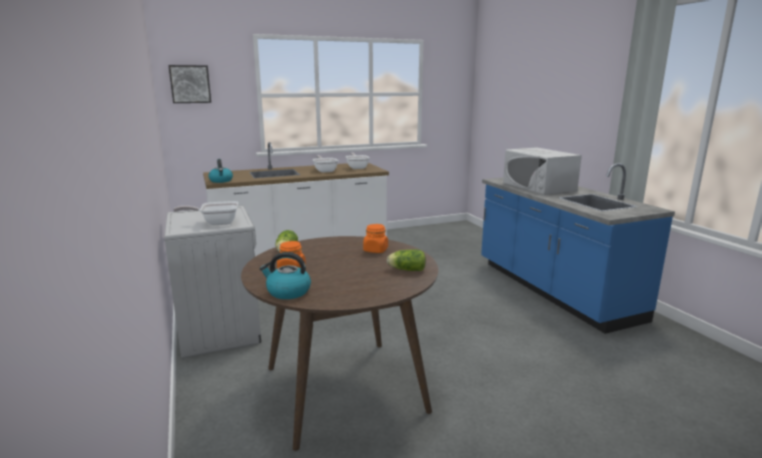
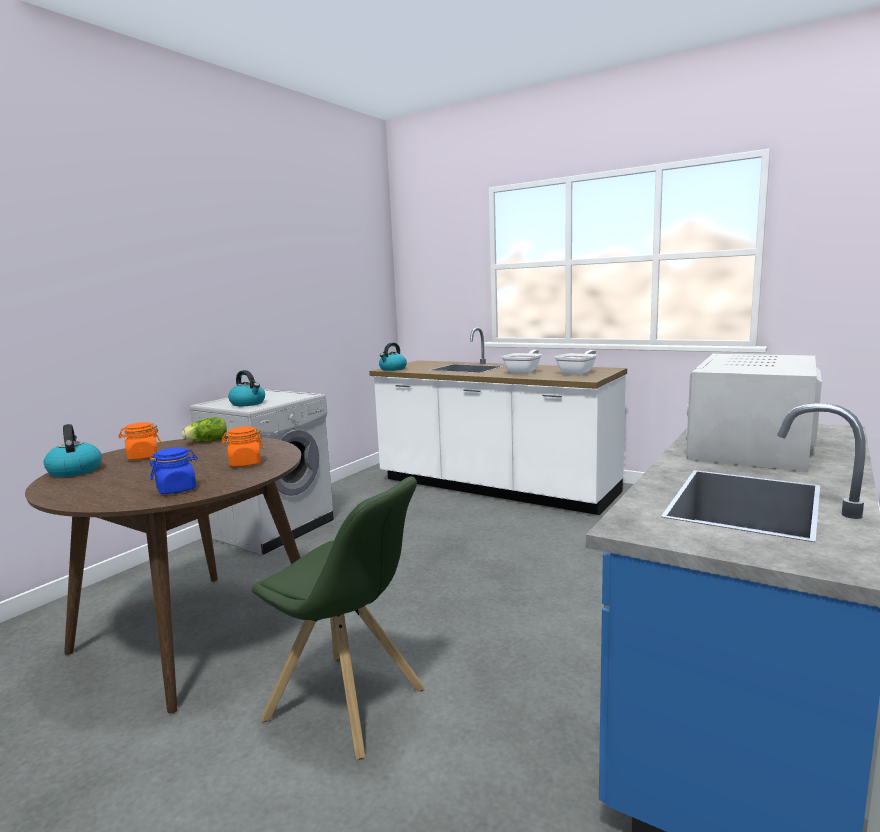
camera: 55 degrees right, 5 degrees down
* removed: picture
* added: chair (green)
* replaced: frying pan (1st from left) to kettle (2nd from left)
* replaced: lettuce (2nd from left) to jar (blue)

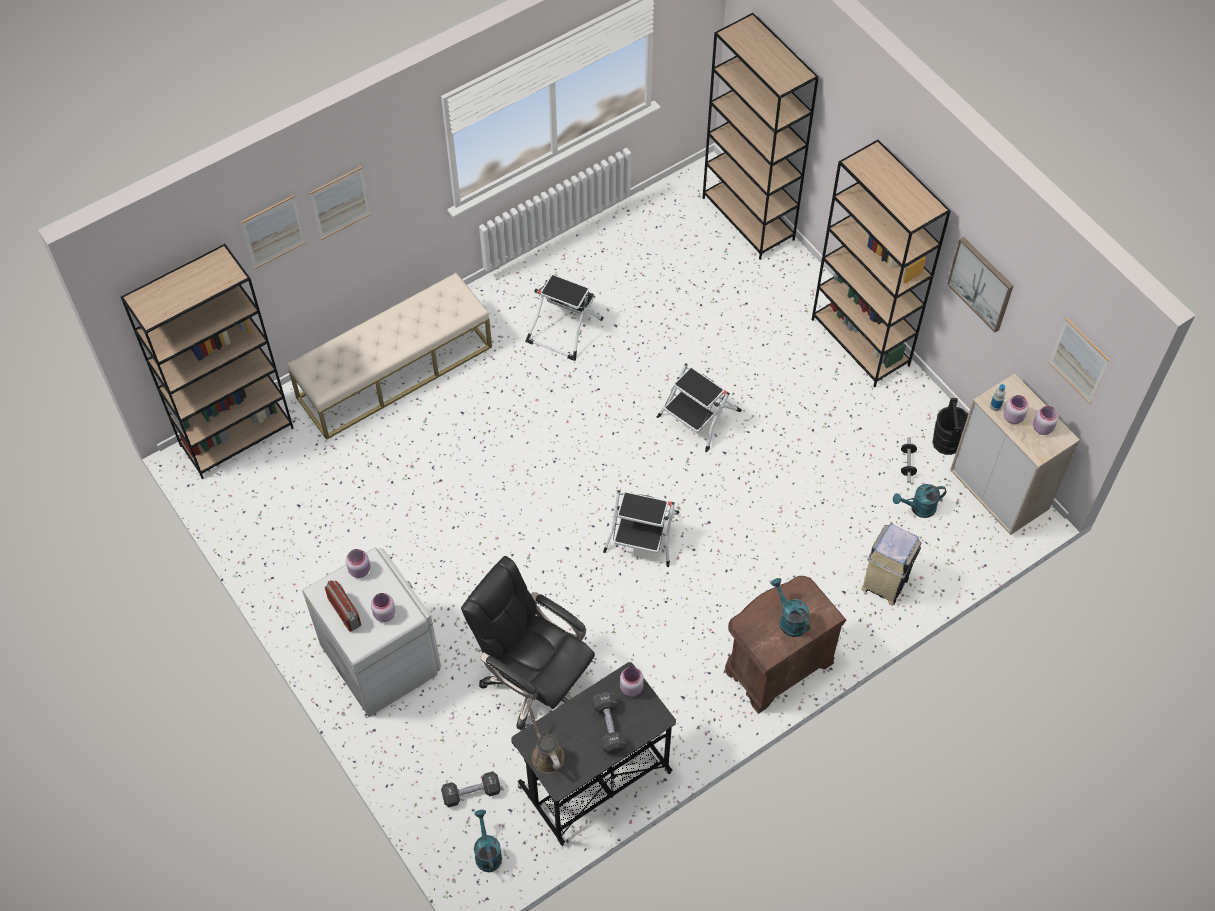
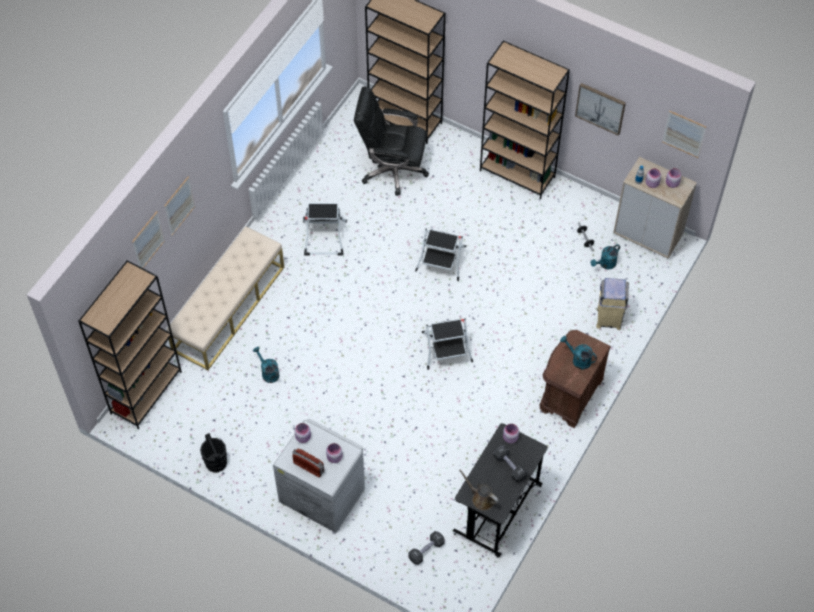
camera: 25 degrees left, 0 degrees up
* moved: office chair (black)
* moved: watering can (turquoise) (1st from left)
* moved: bucket (black)

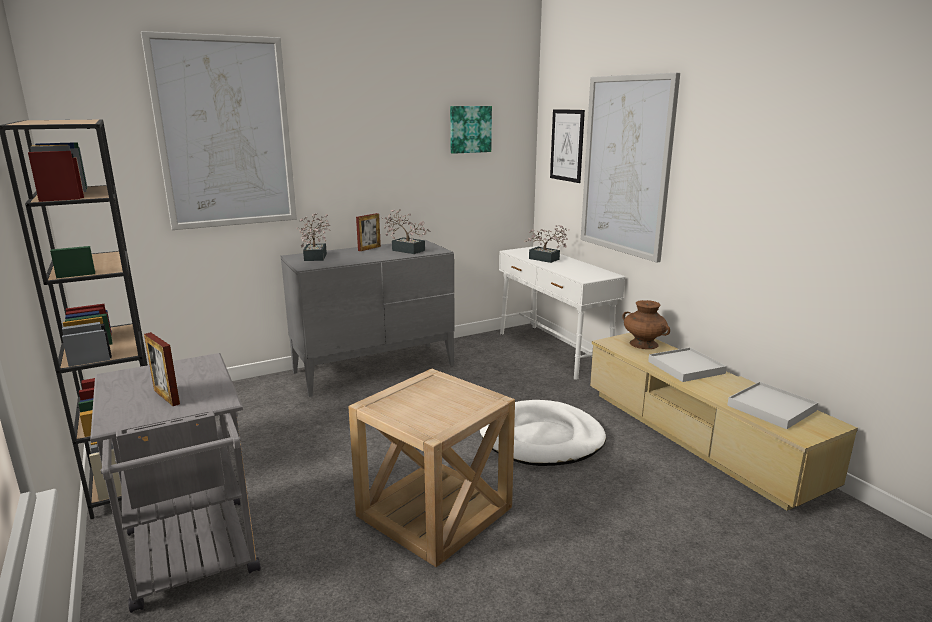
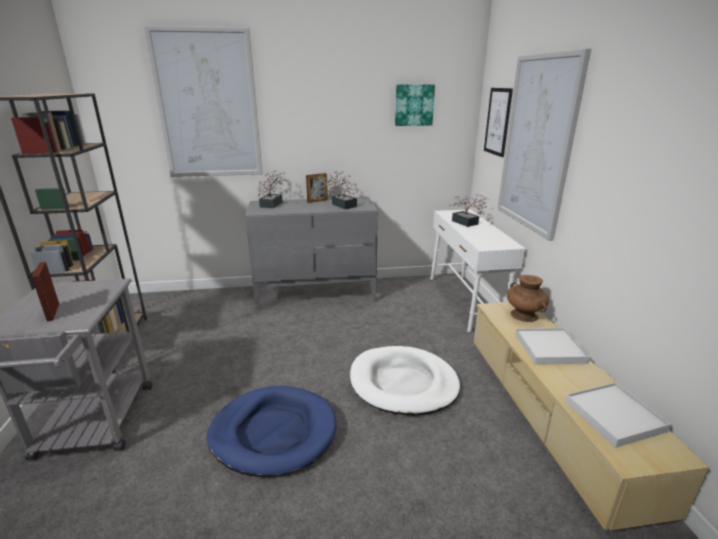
camera: 20 degrees right, 5 degrees up
* replaced: side table (beige) to dog bed (blue)

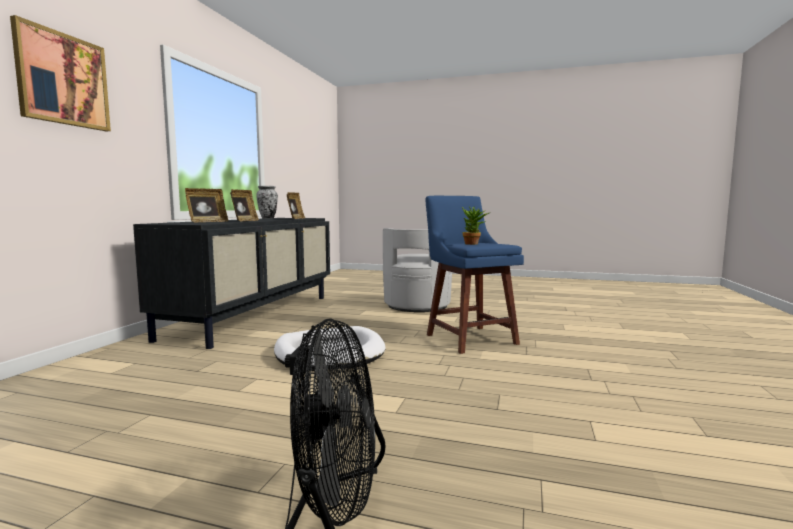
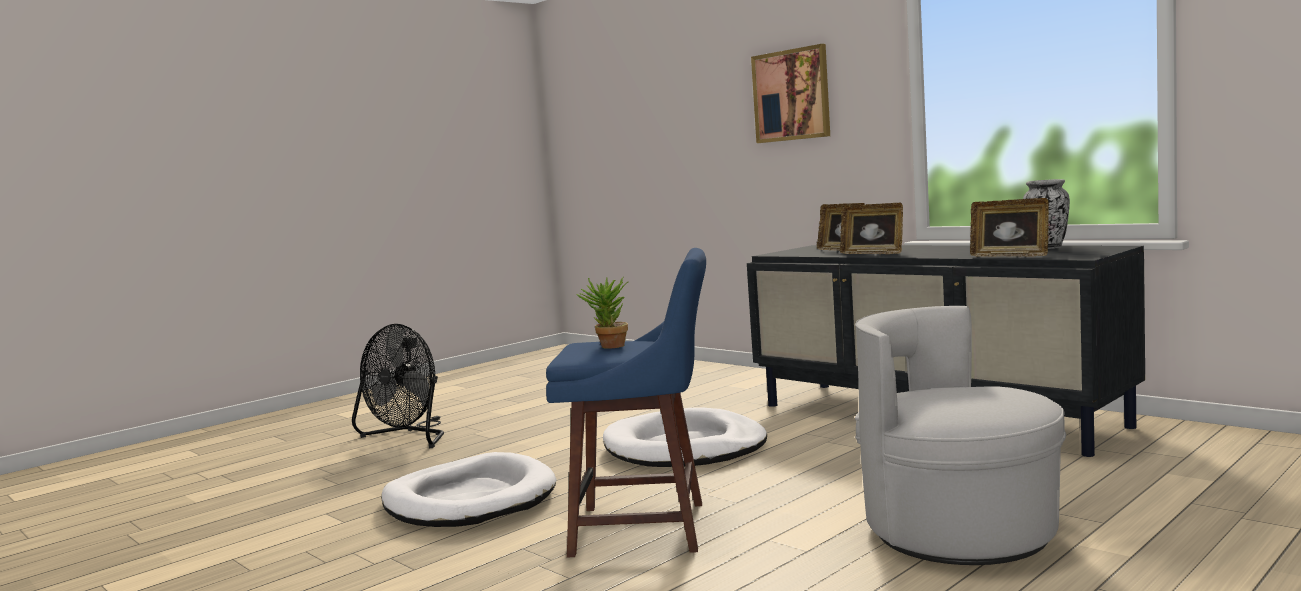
camera: 120 degrees right, 0 degrees up
* added: dog bed (white) (1st from left)

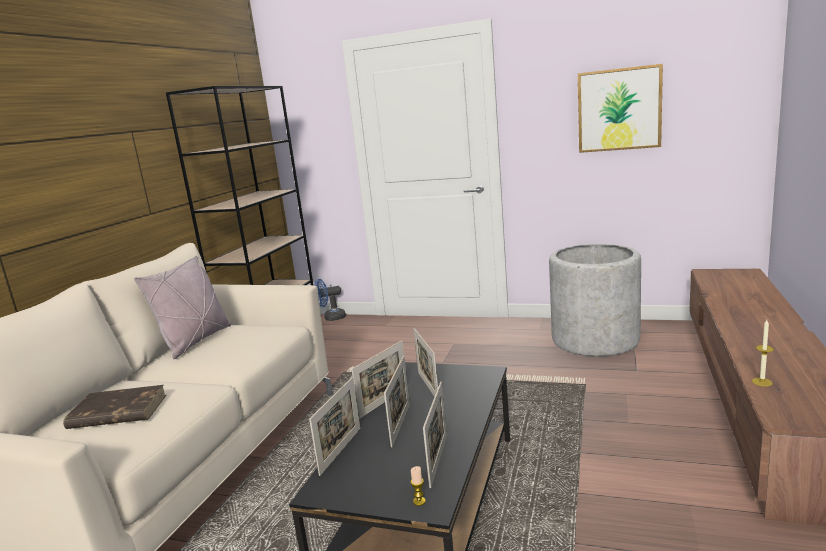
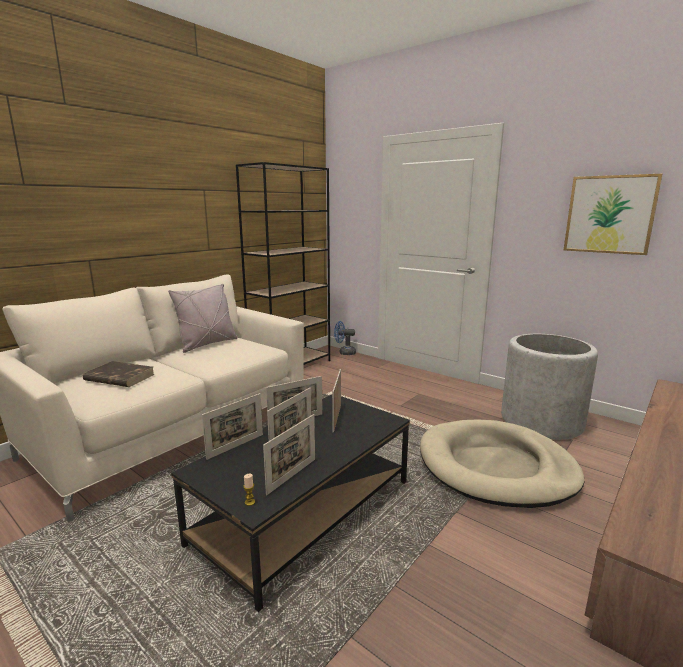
camera: 20 degrees right, 0 degrees up
* removed: candle (2nd from left)
* added: dog bed (beige)

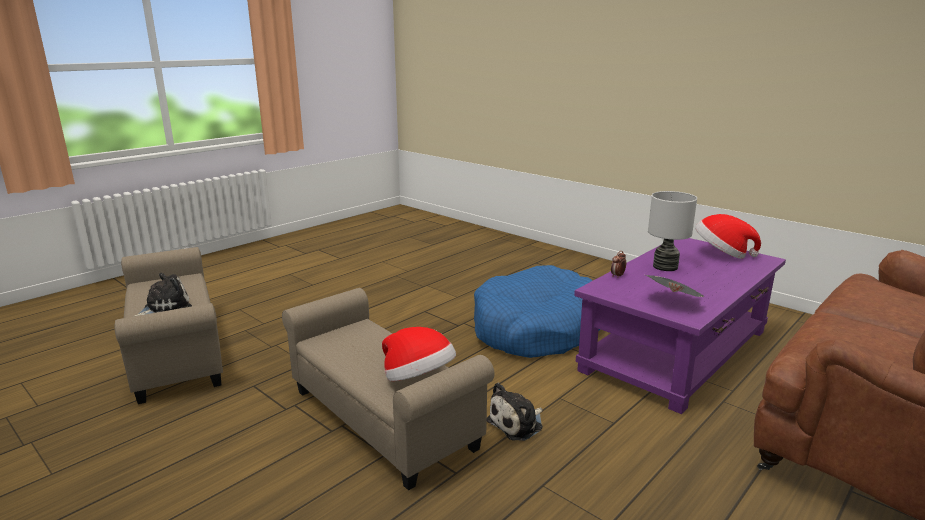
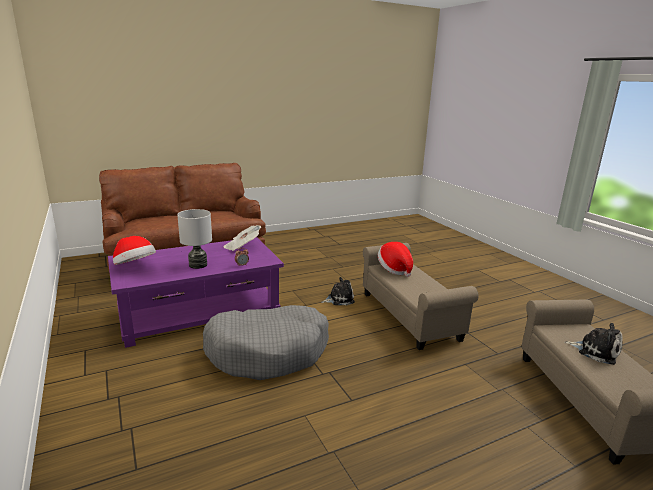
camera: 160 degrees left, 0 degrees up
* recoloured: dog bed (blue) to dog bed (grey)
* turned: plush toy (1st from left in the first image) 120 degrees counterclockwise

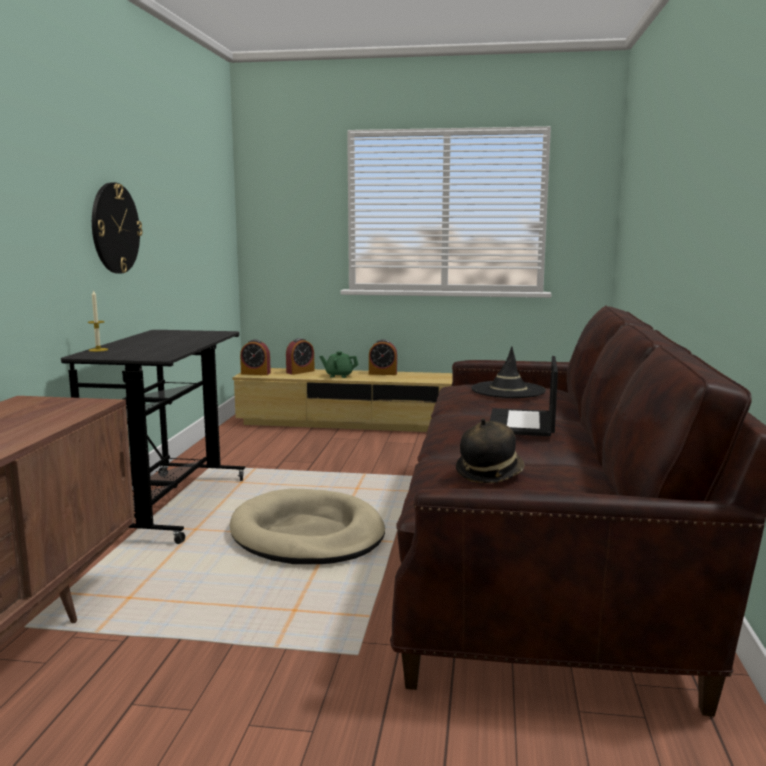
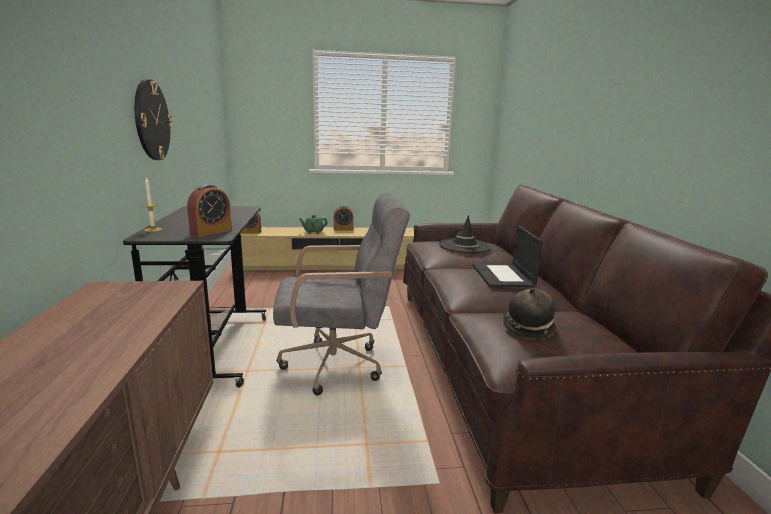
camera: 15 degrees left, 5 degrees up
* moved: alarm clock (2nd from left in the first image) to alarm clock (1st from left)
* replaced: dog bed (beige) to office chair (grey)

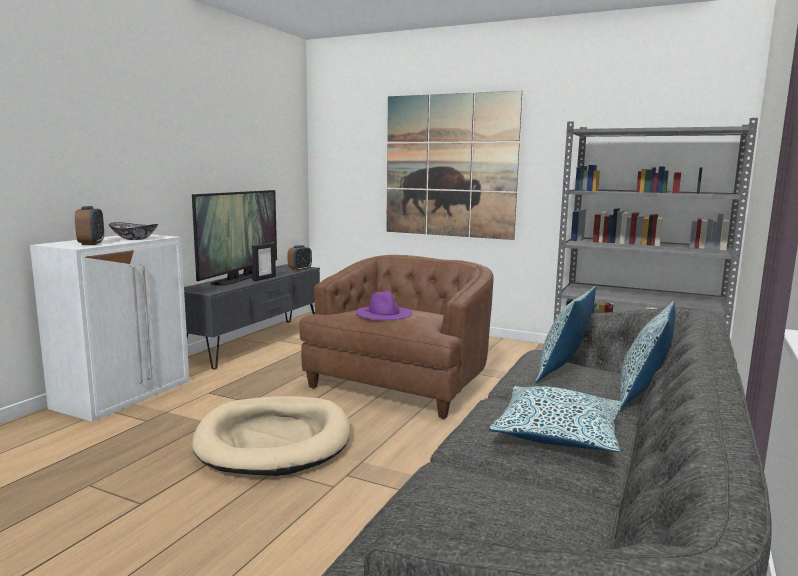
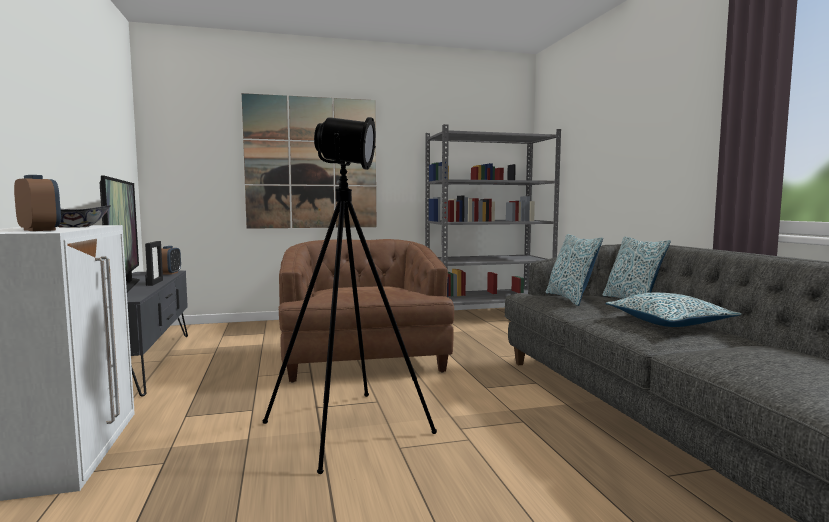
camera: 40 degrees left, 5 degrees down
* removed: hat (purple)
* replaced: dog bed (beige) to floor lamp (black)

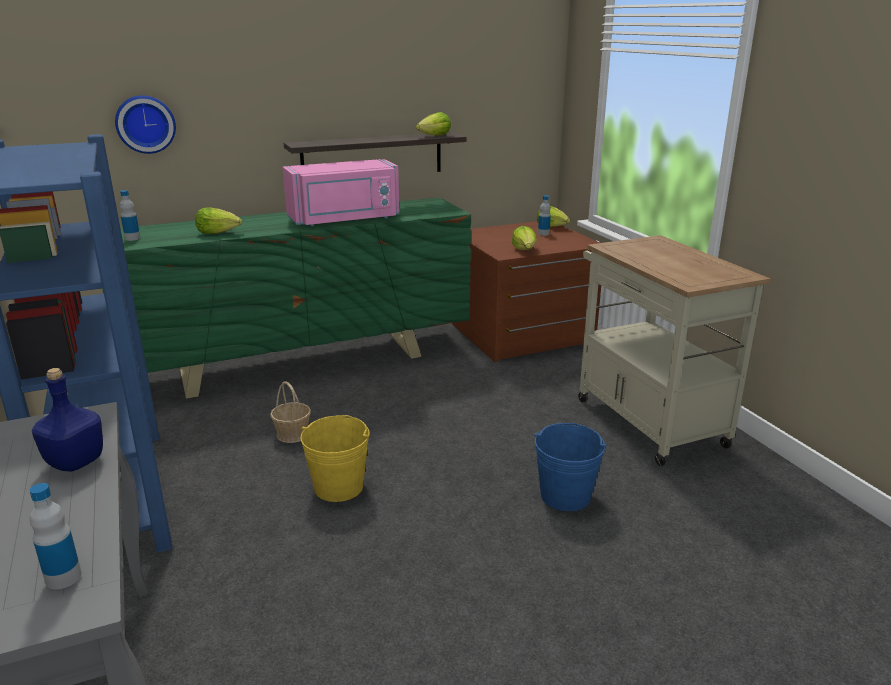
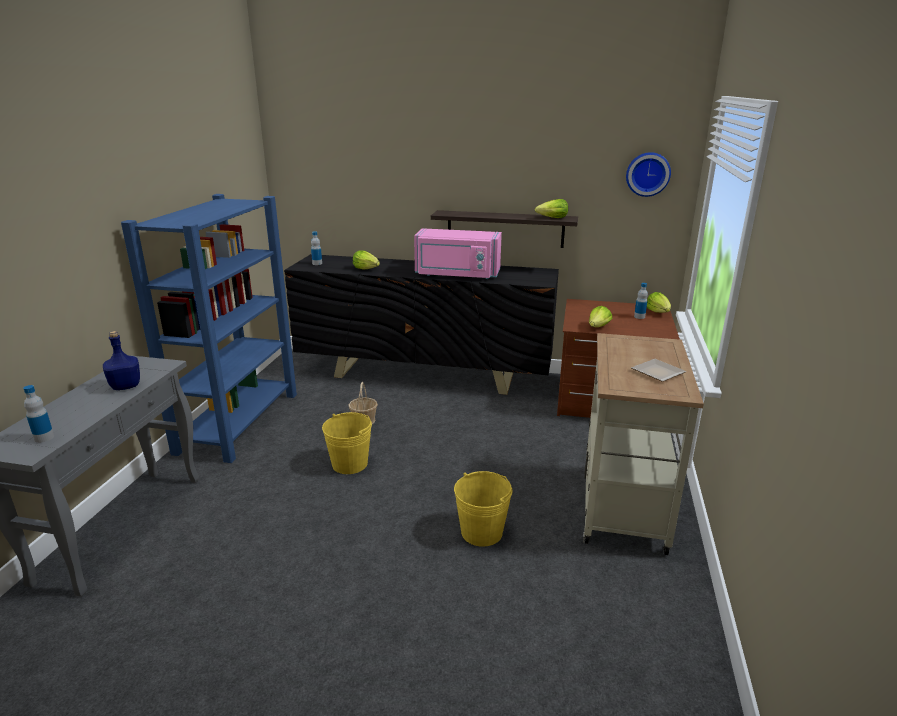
camera: 35 degrees right, 0 degrees up
* added: plate
* moved: wall clock
* recoloured: cabinet (green) to cabinet (black)
* recoloured: bucket (blue) to bucket (yellow) (2nd from left)

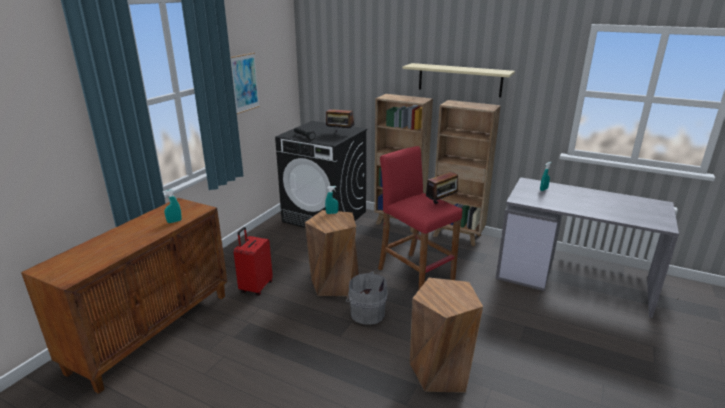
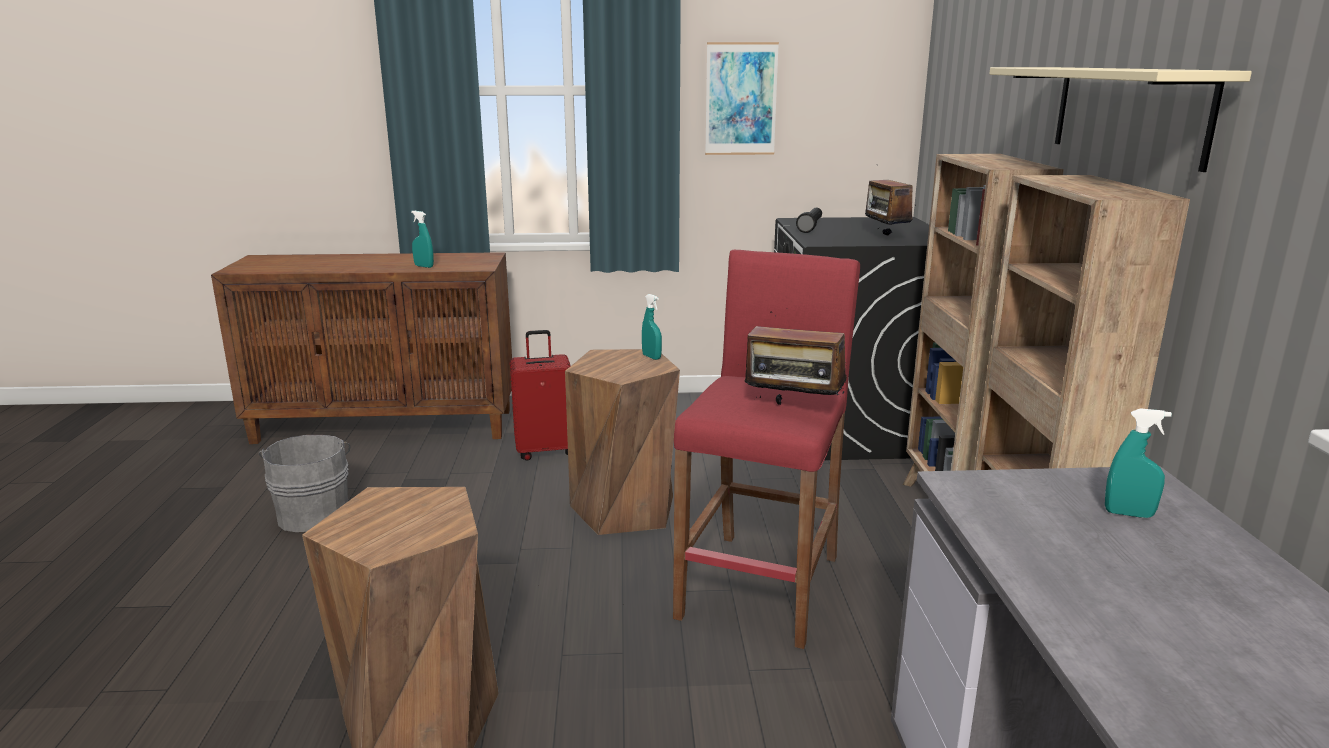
camera: 60 degrees right, 5 degrees down
* moved: bucket (grey)

